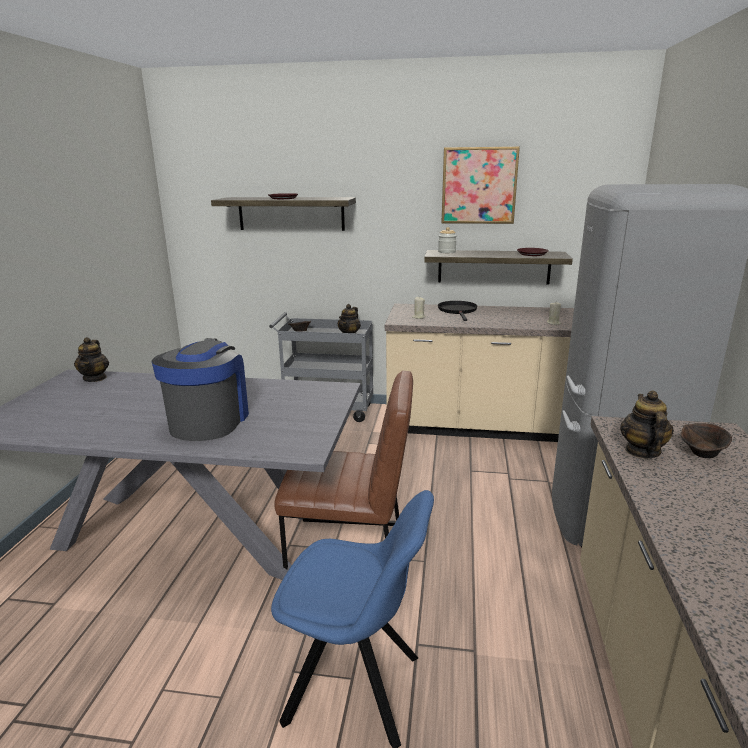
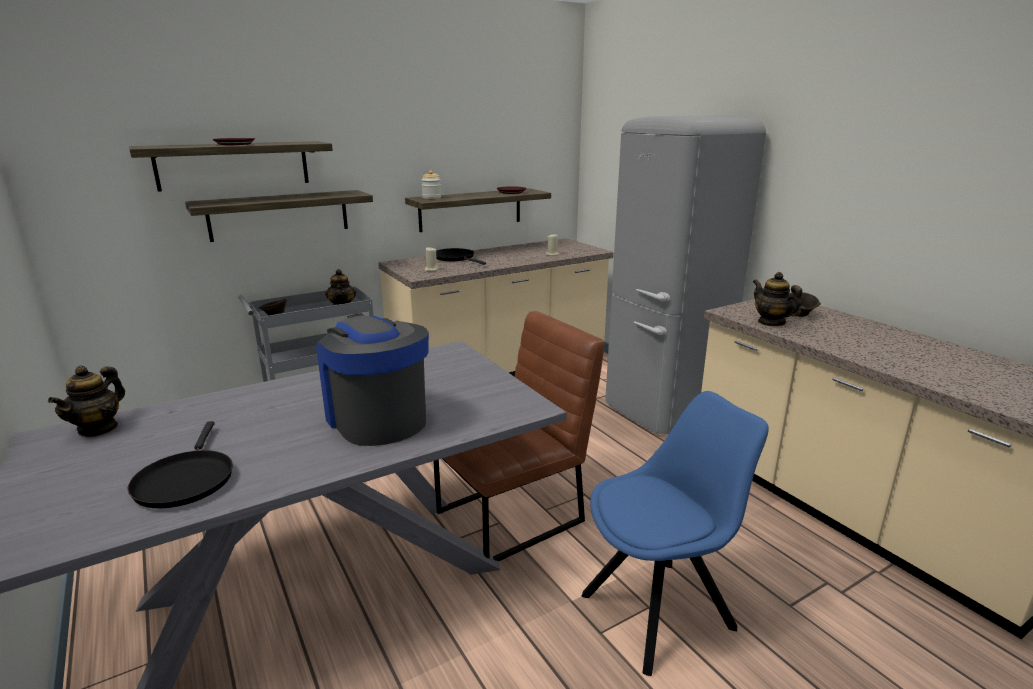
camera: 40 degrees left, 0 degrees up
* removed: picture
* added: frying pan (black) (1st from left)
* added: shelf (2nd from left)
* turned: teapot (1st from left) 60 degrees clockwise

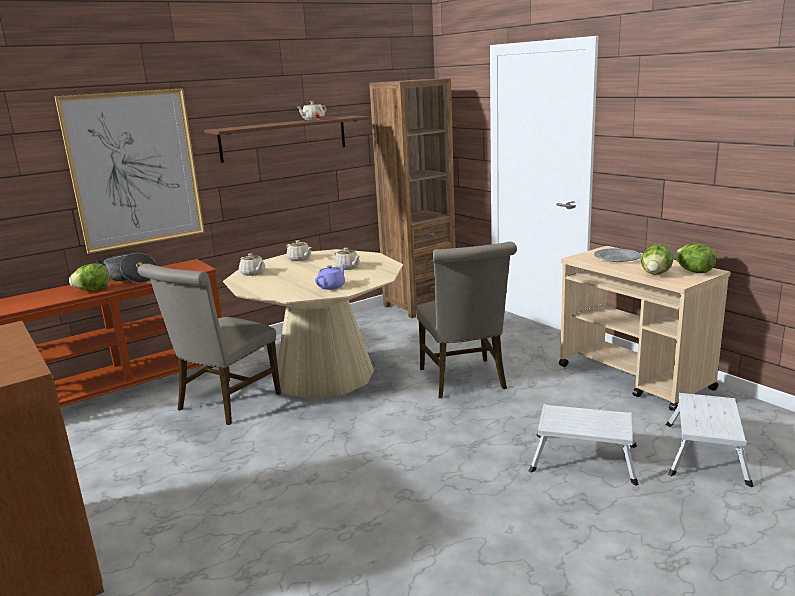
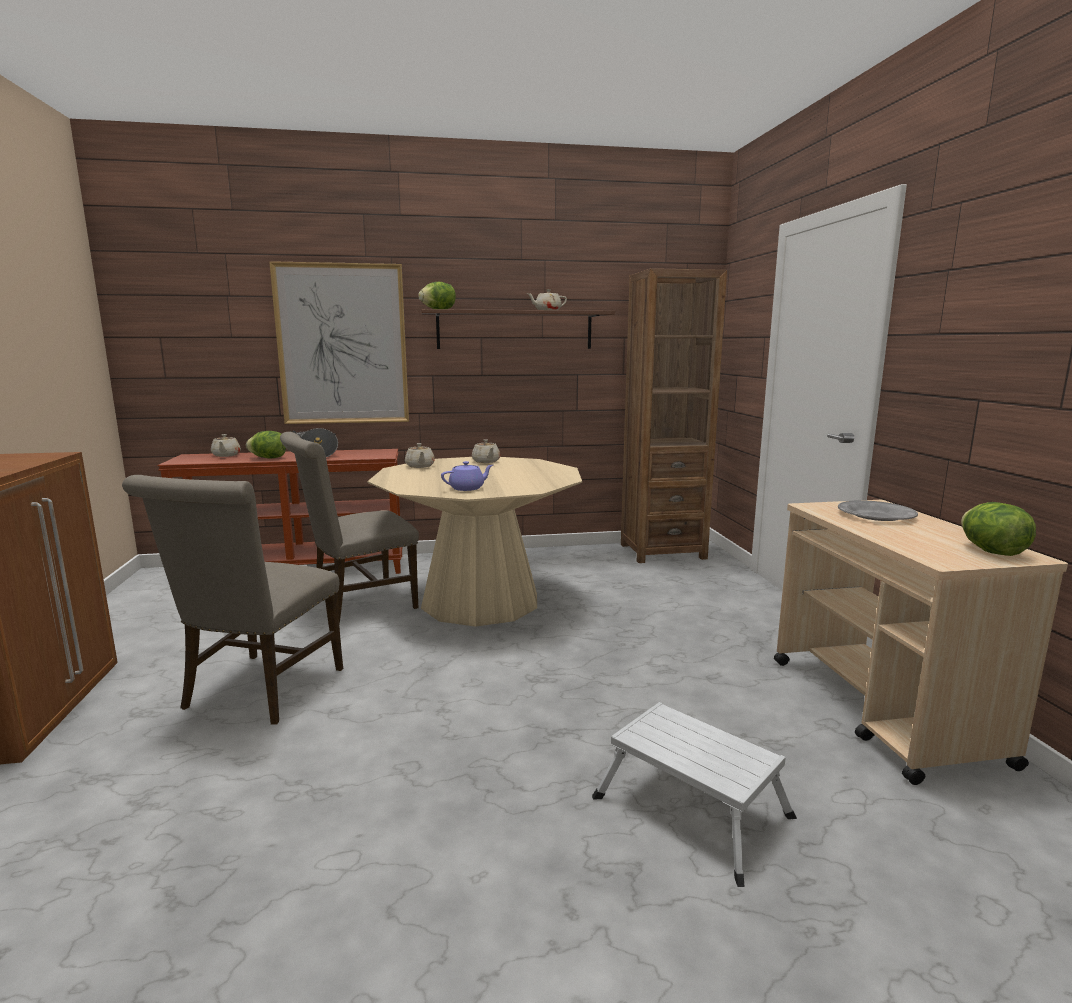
camera: 25 degrees right, 5 degrees down
* removed: step ladder (white) (2nd from left)
* moved: teapot (beige) (4th from left in the first image) to teapot (beige) (1st from left)
* moved: chair (beige) (2nd from left in the first image) to chair (beige) (1st from left)
* moved: lettuce (2nd from left)

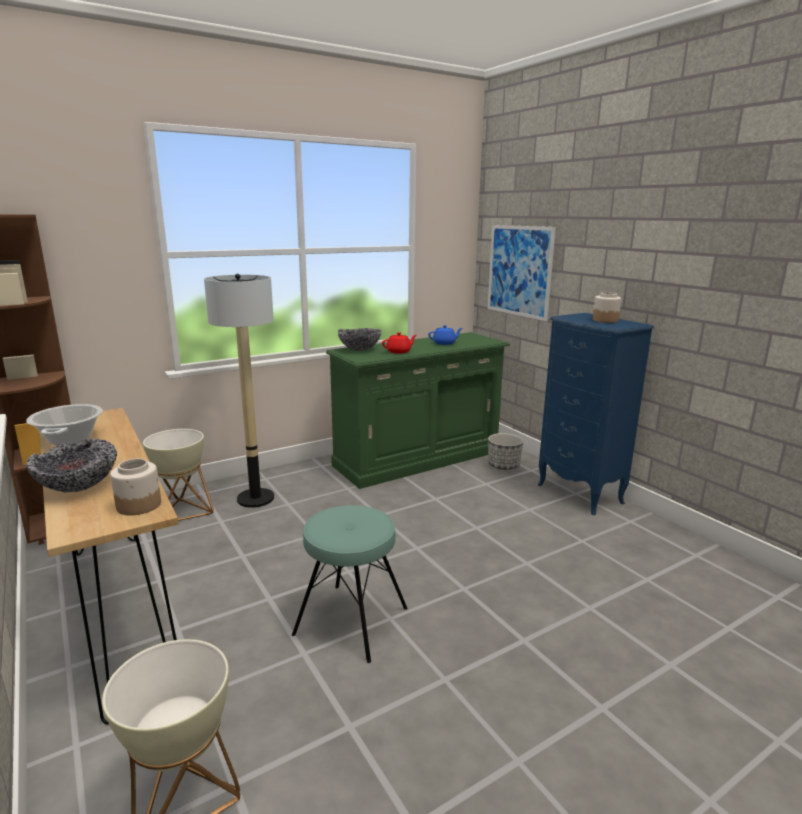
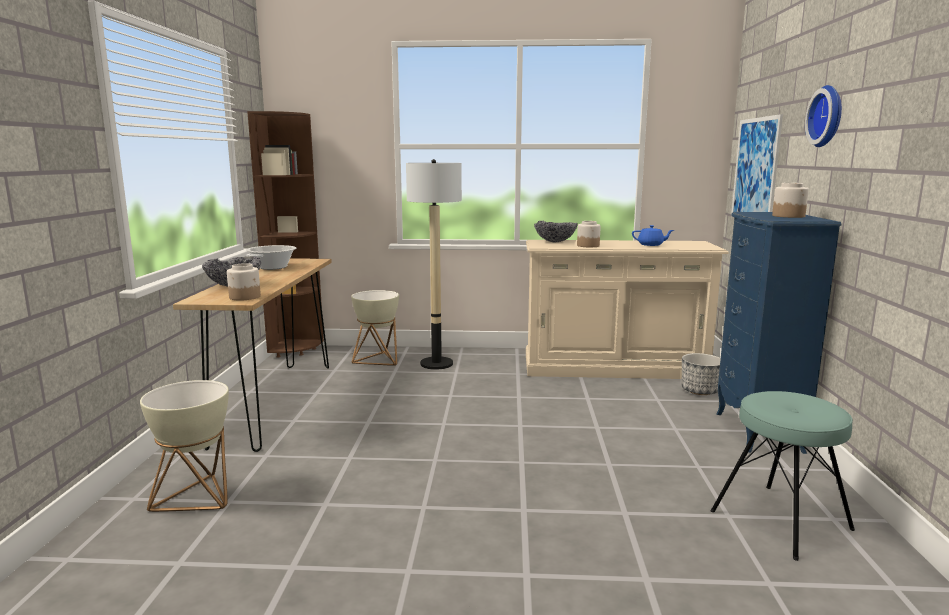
camera: 35 degrees right, 5 degrees down
* added: wall clock
* moved: stool (turquoise)
* replaced: teapot (red) to jar (2nd from left)
* recoloured: cabinet (green) to cabinet (beige)

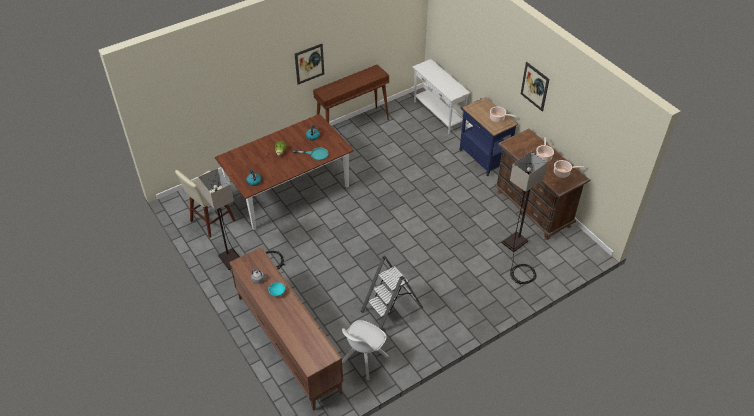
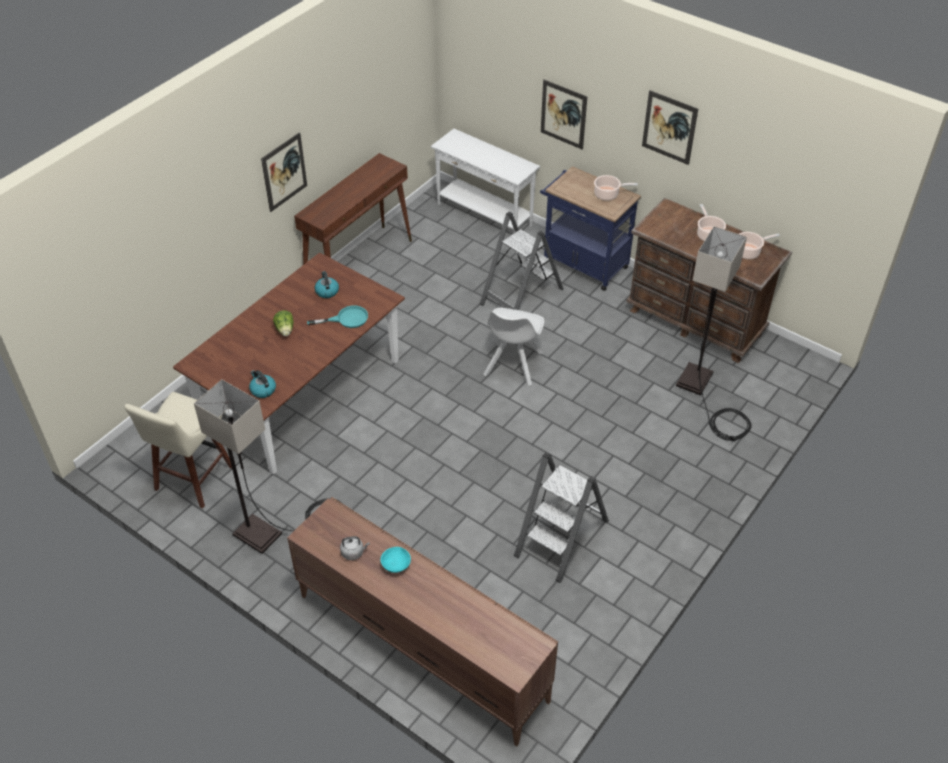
camera: 20 degrees left, 0 degrees up
* added: step ladder (grey) (1st from left)
* added: picture (2nd from left)
* moved: chair (white)

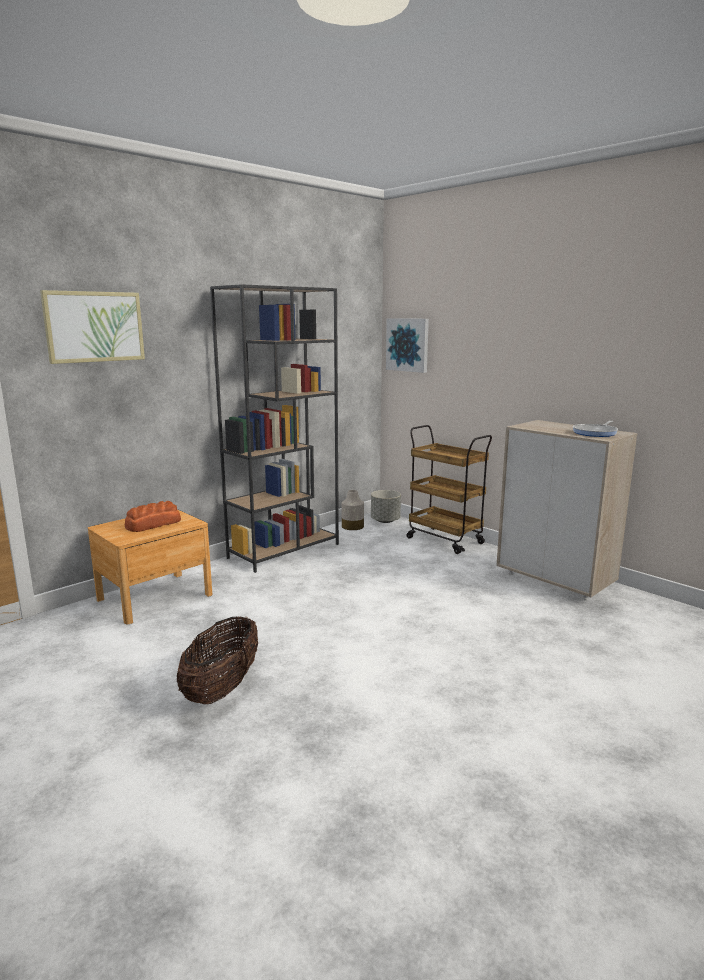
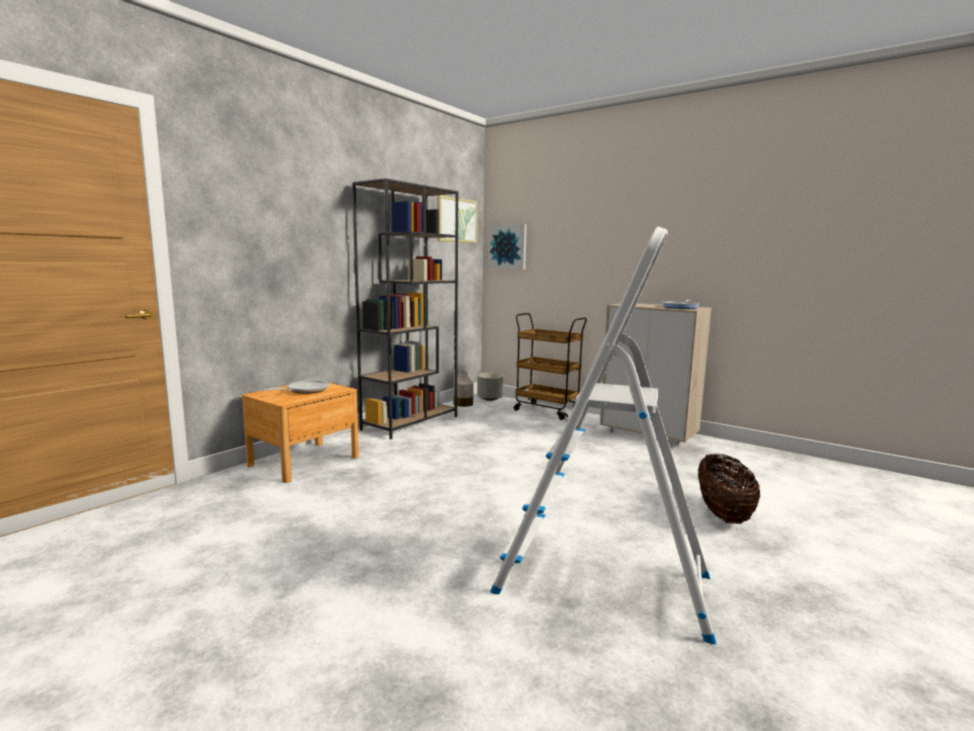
camera: 10 degrees left, 5 degrees down
* added: step ladder (white)
* moved: picture (1st from left)
* moved: basket
* replaced: bread to frying pan (1st from left)

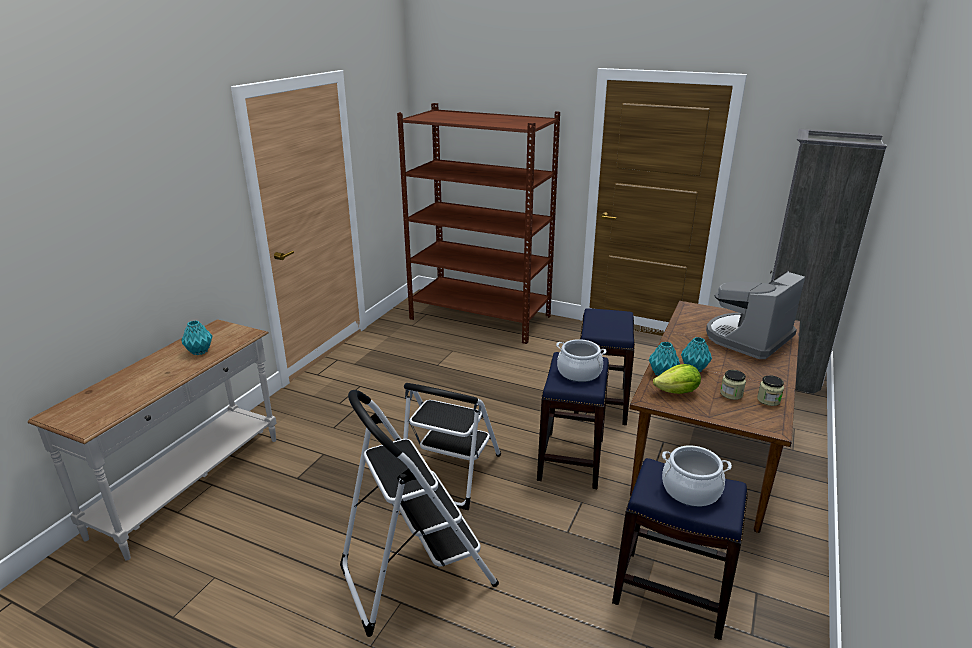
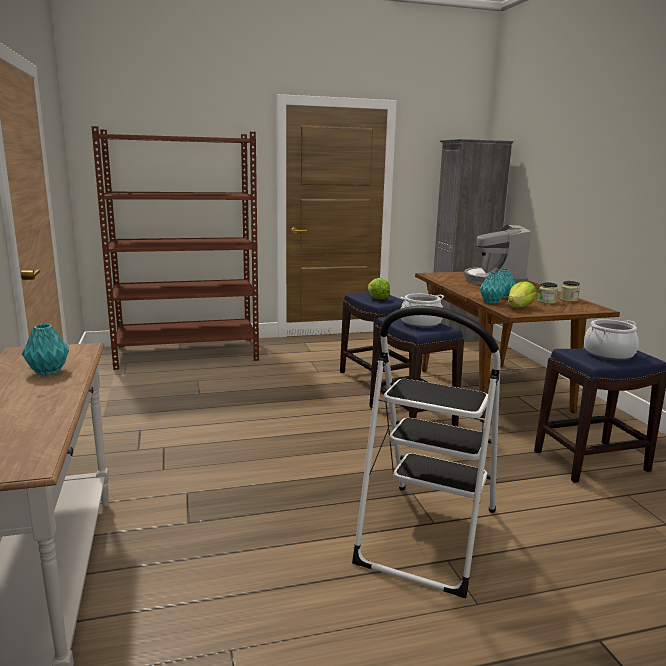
camera: 40 degrees left, 10 degrees down
* removed: step ladder (2nd from left)
* added: lettuce (1st from left)

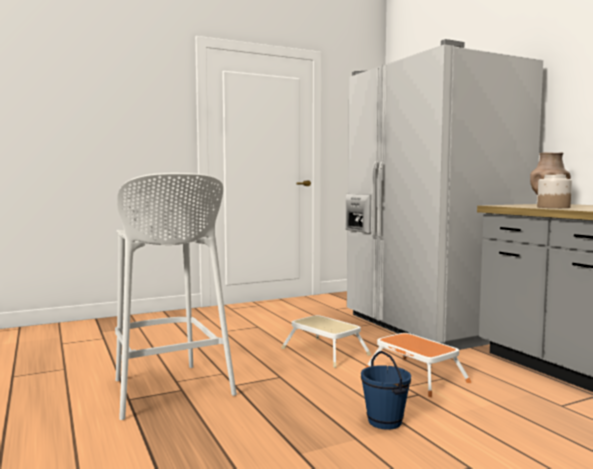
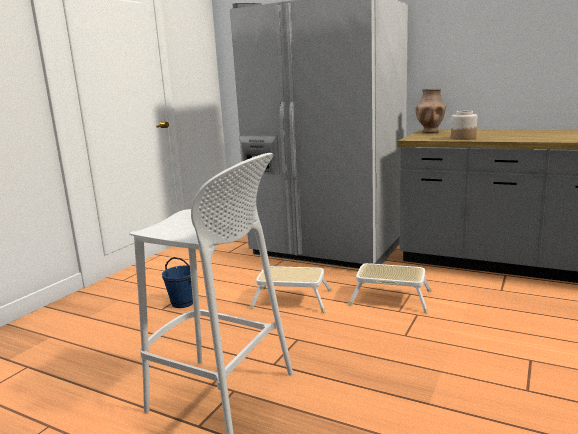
camera: 35 degrees left, 10 degrees up
* moved: bucket (blue)
* recoloured: step ladder (orange) to step ladder (beige) (2nd from left)

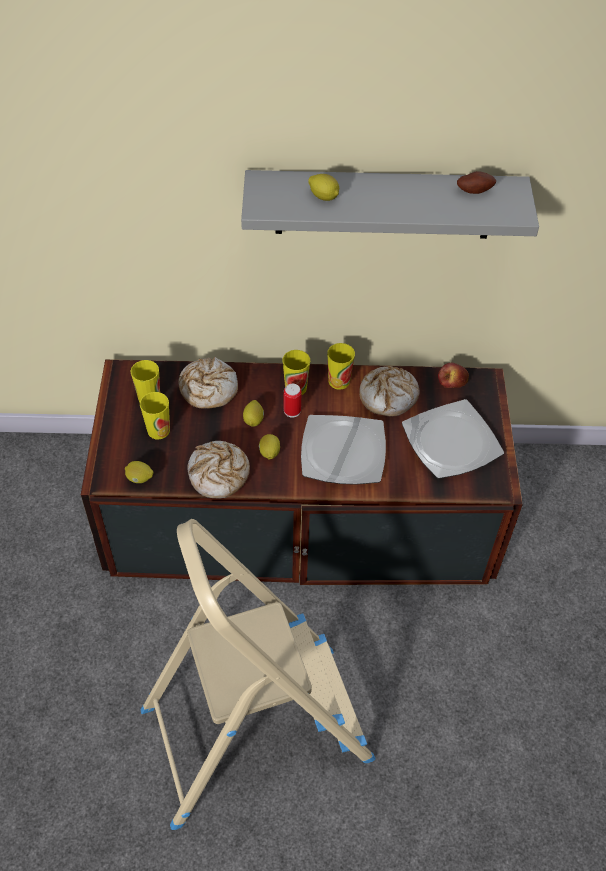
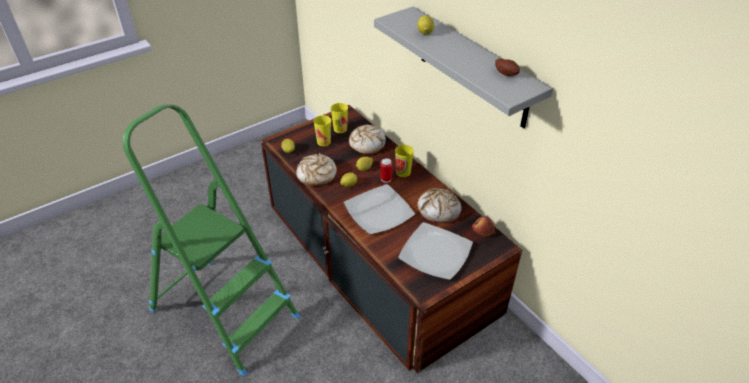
camera: 55 degrees right, 10 degrees down
* removed: cup (4th from left)
* recoloured: step ladder (beige) to step ladder (green)

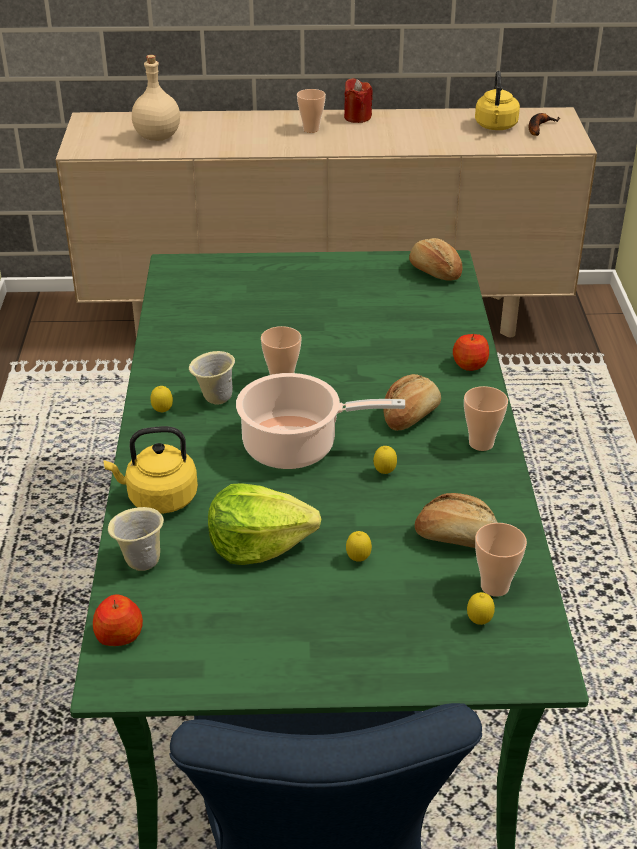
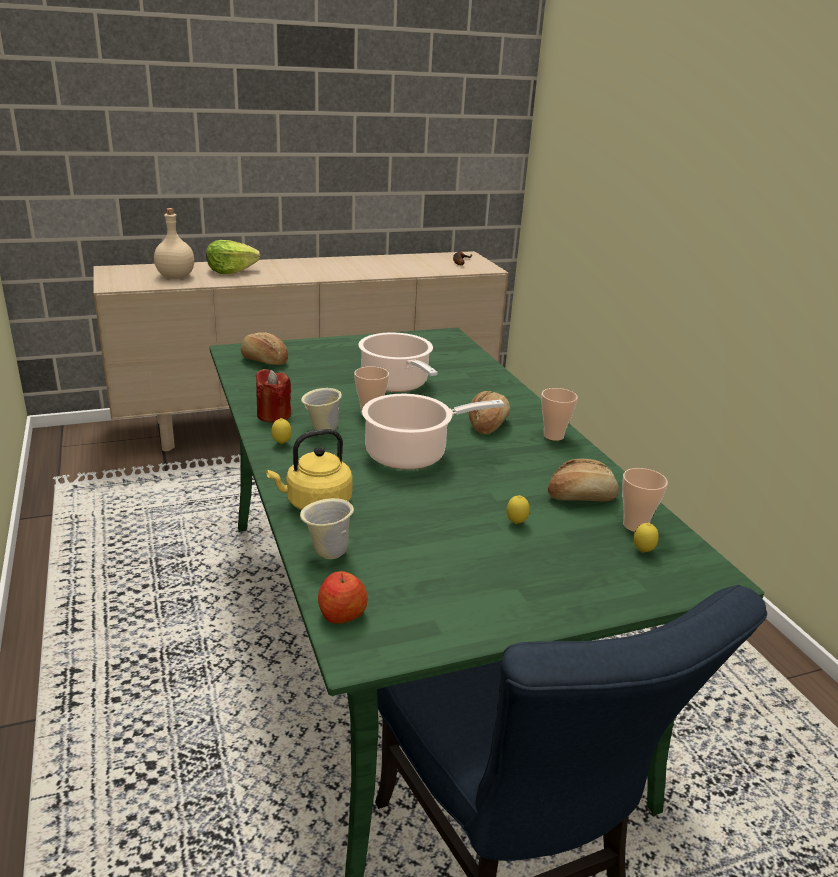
camera: 20 degrees left, 10 degrees down
* removed: cup (2nd from left)
* removed: lemon (3rd from left)
* removed: apple (2nd from left)
* removed: kettle (yellow) (2nd from left)
* added: cooking pot (1st from left)
* moved: lettuce
* moved: candle (red)
* moved: bread (2nd from left in the first image) to bread (1st from left)

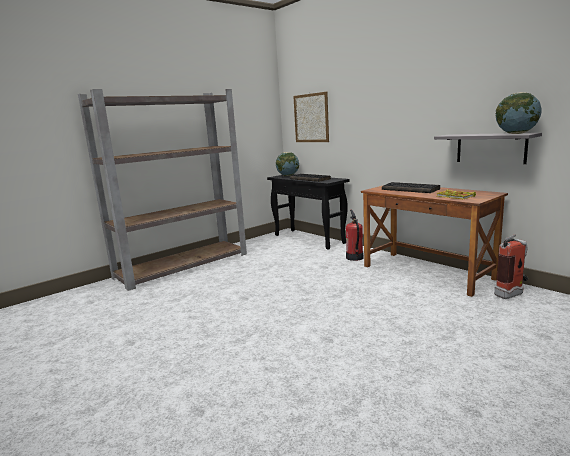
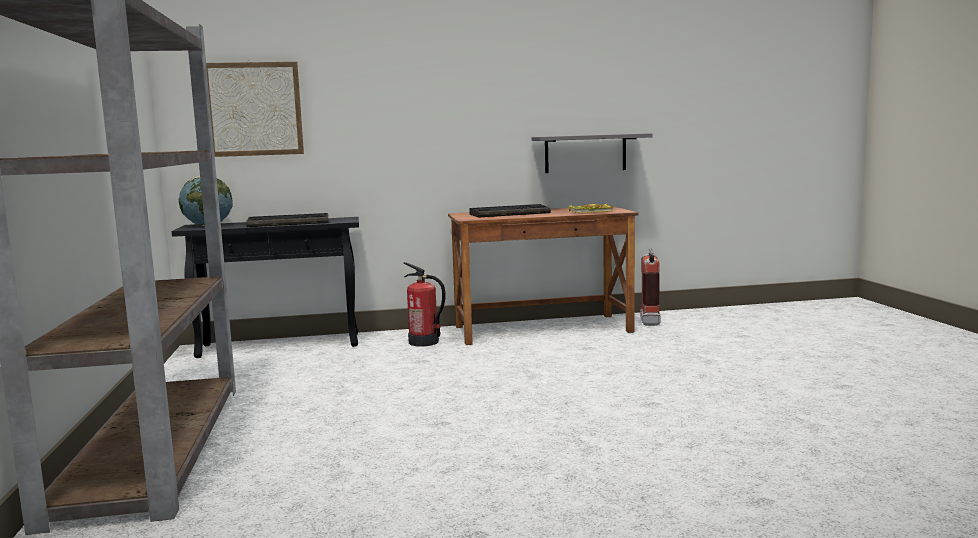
camera: 60 degrees left, 5 degrees down
* removed: globe (2nd from left)

